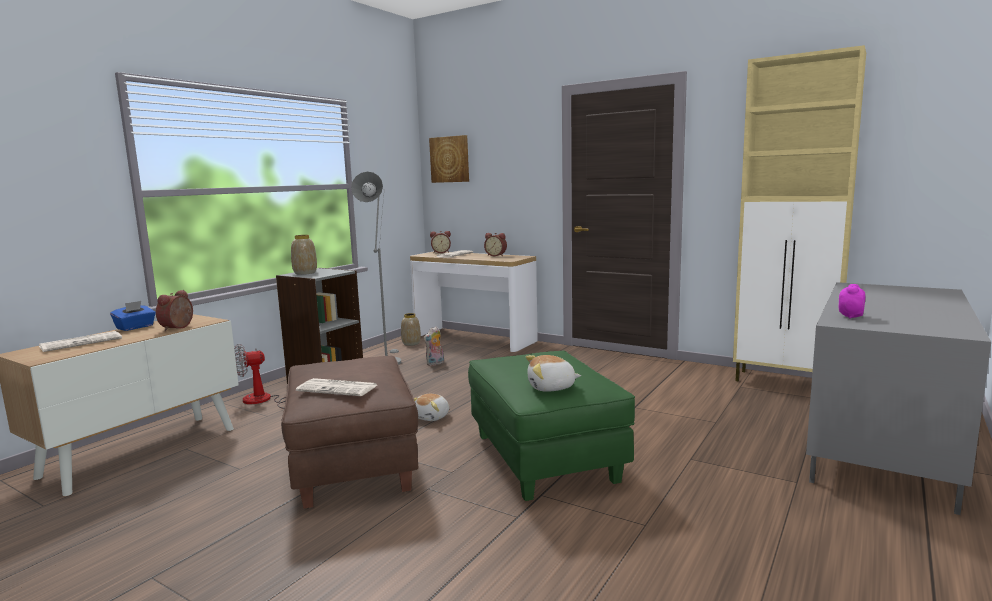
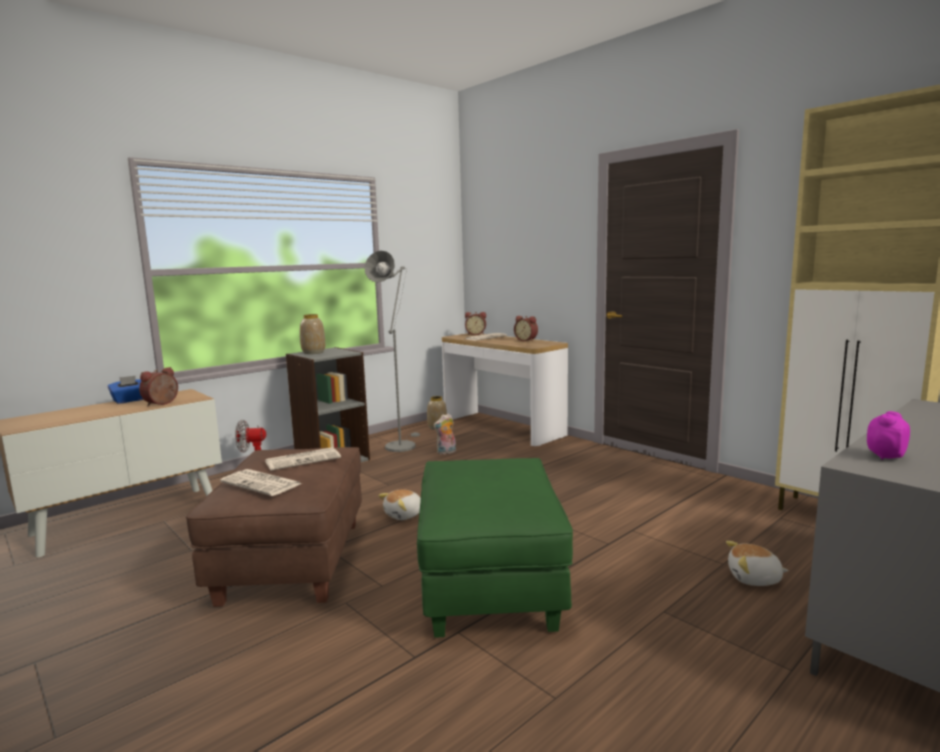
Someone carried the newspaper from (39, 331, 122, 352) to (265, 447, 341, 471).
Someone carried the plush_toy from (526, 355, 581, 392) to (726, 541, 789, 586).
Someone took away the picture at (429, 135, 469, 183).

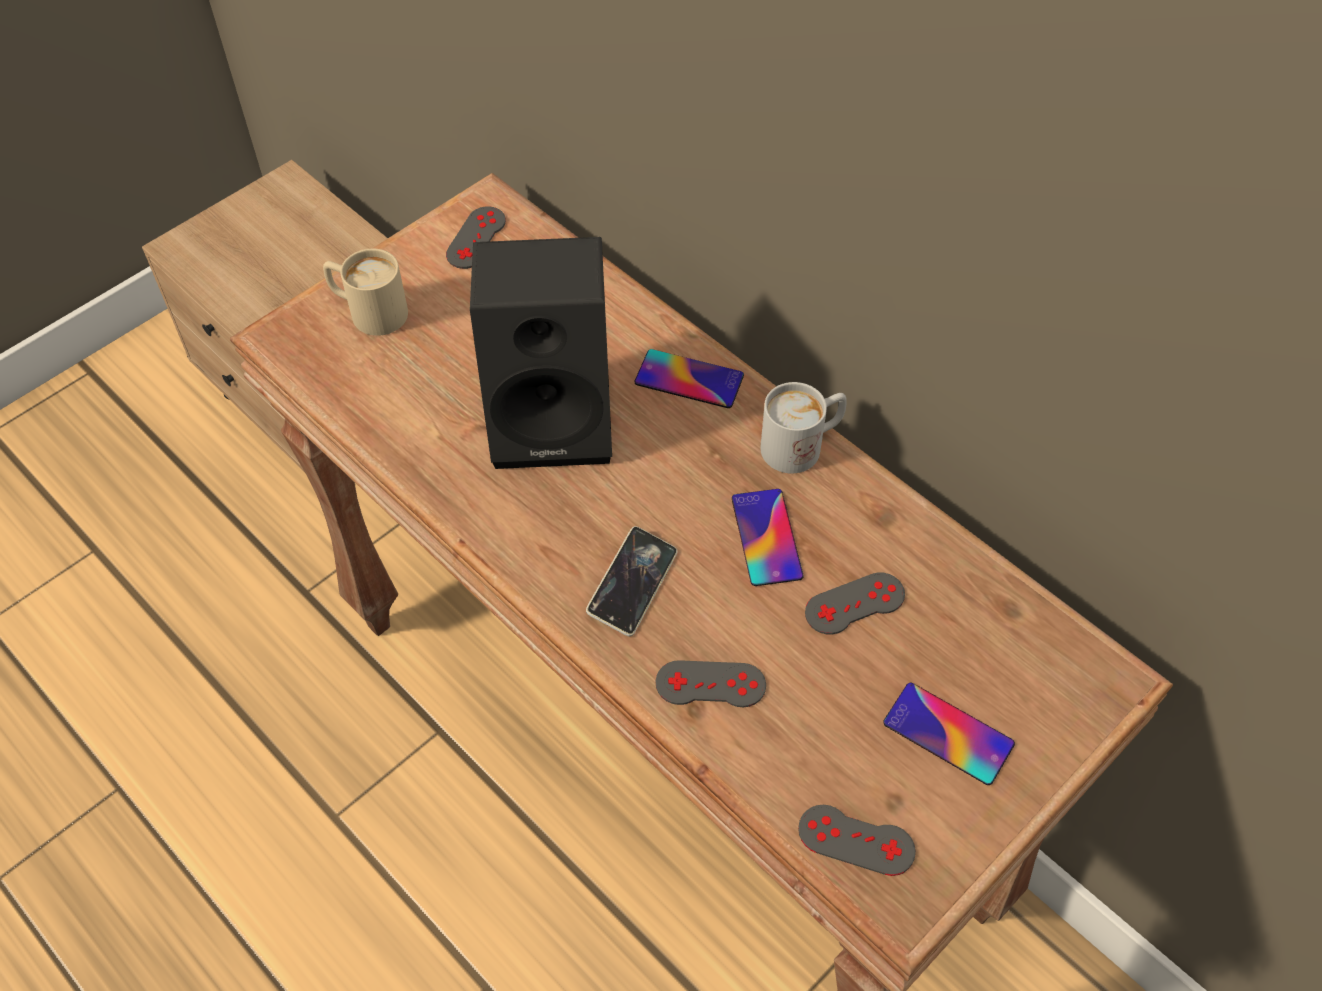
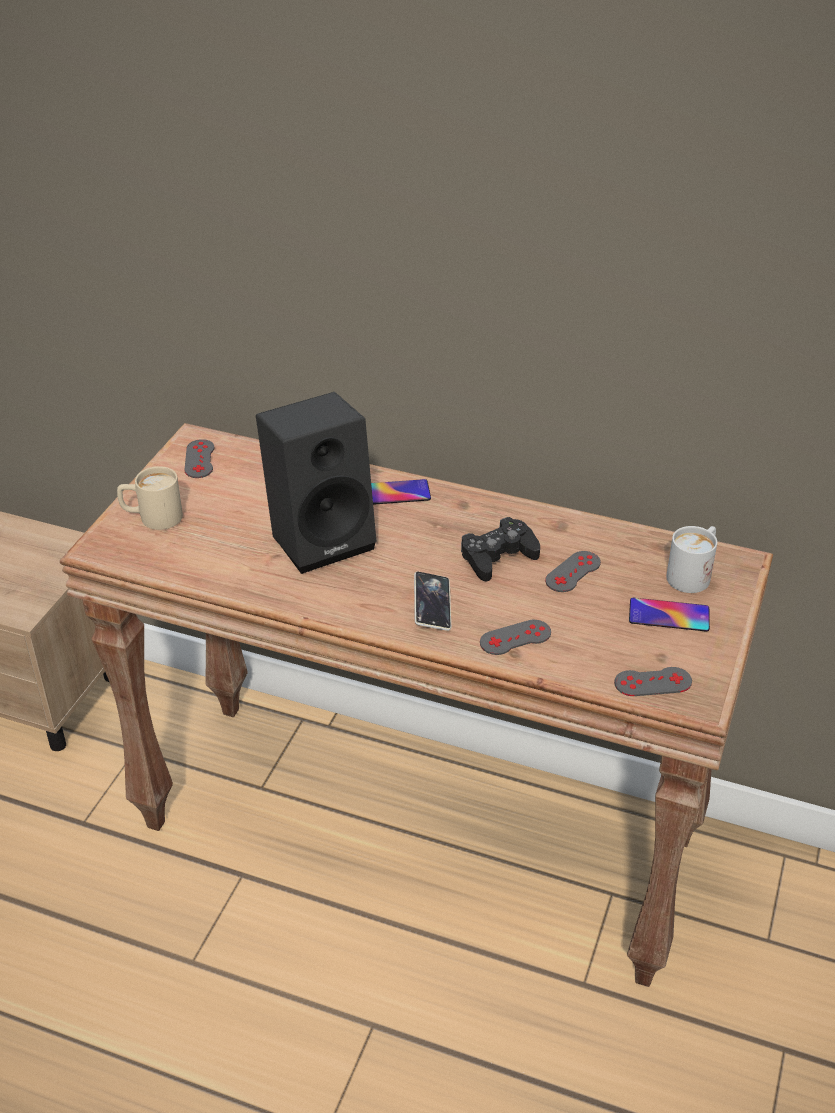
Someone swapped the phone at (732, 489, 804, 586) for the black_game_controller at (461, 517, 540, 582).
Someone carried the white_mug from (760, 382, 847, 473) to (666, 526, 717, 593).

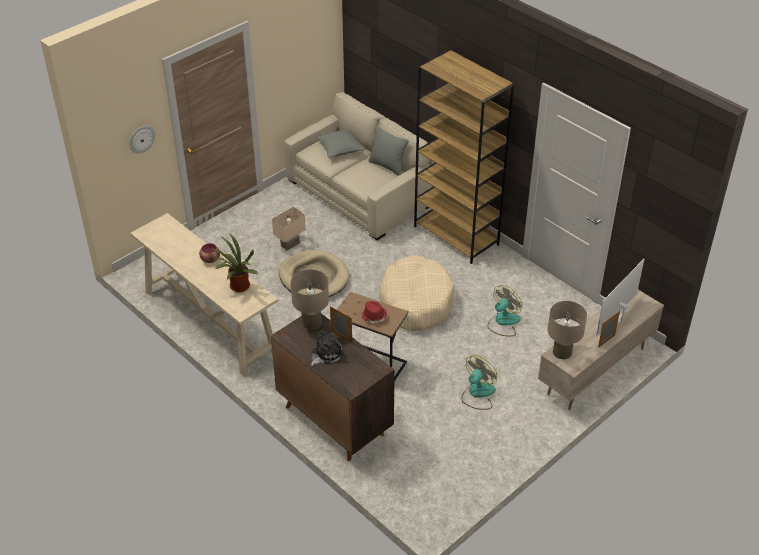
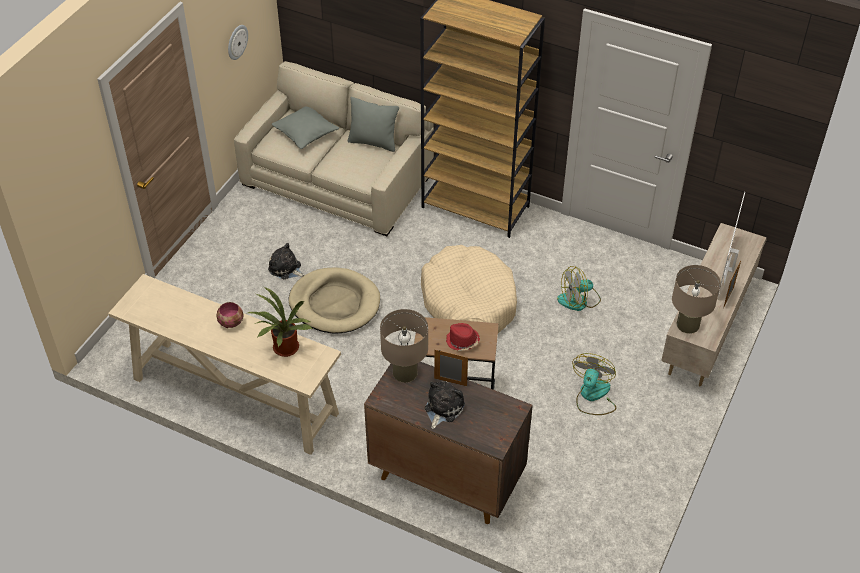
Someone carried the wall_clock from (129, 126, 155, 154) to (228, 25, 248, 60).
Someone swapped the beige_table_lamp at (272, 207, 306, 251) for the plush_toy at (268, 243, 304, 279).
Someone rotated the fan at (487, 285, 522, 336) by 135 degrees counterclockwise.

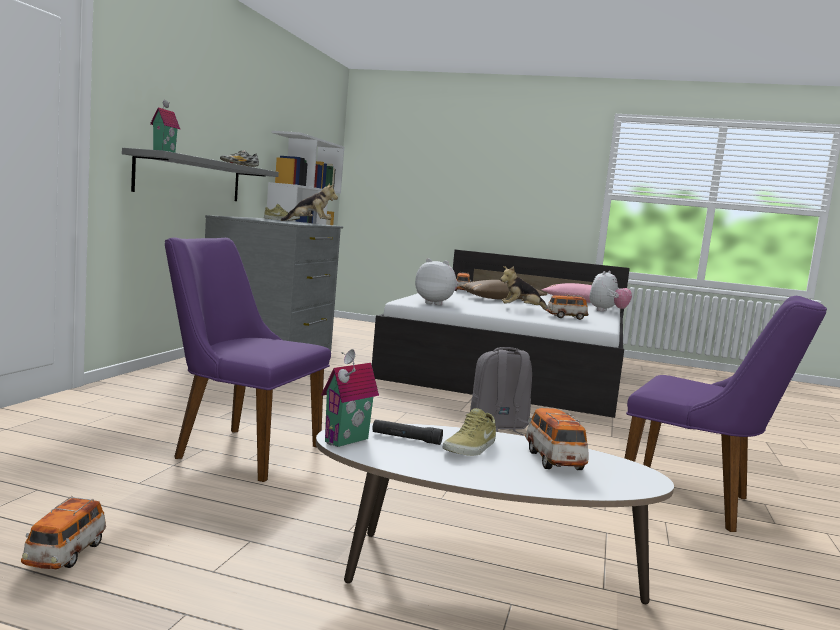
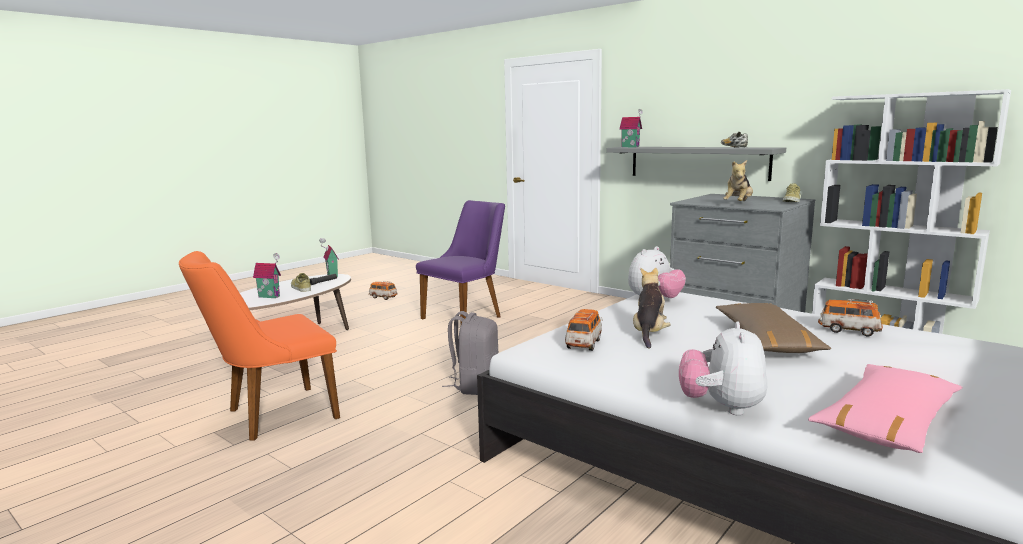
Someone repainted the purple_chair at (625, 296, 827, 532), which became the orange_chair at (179, 251, 340, 441).
Someone swapped the toy_car at (525, 408, 589, 470) for the toy_house at (253, 253, 281, 298).
Someone rotated the plush_toy at (589, 271, 632, 311) by 45 degrees clockwise.

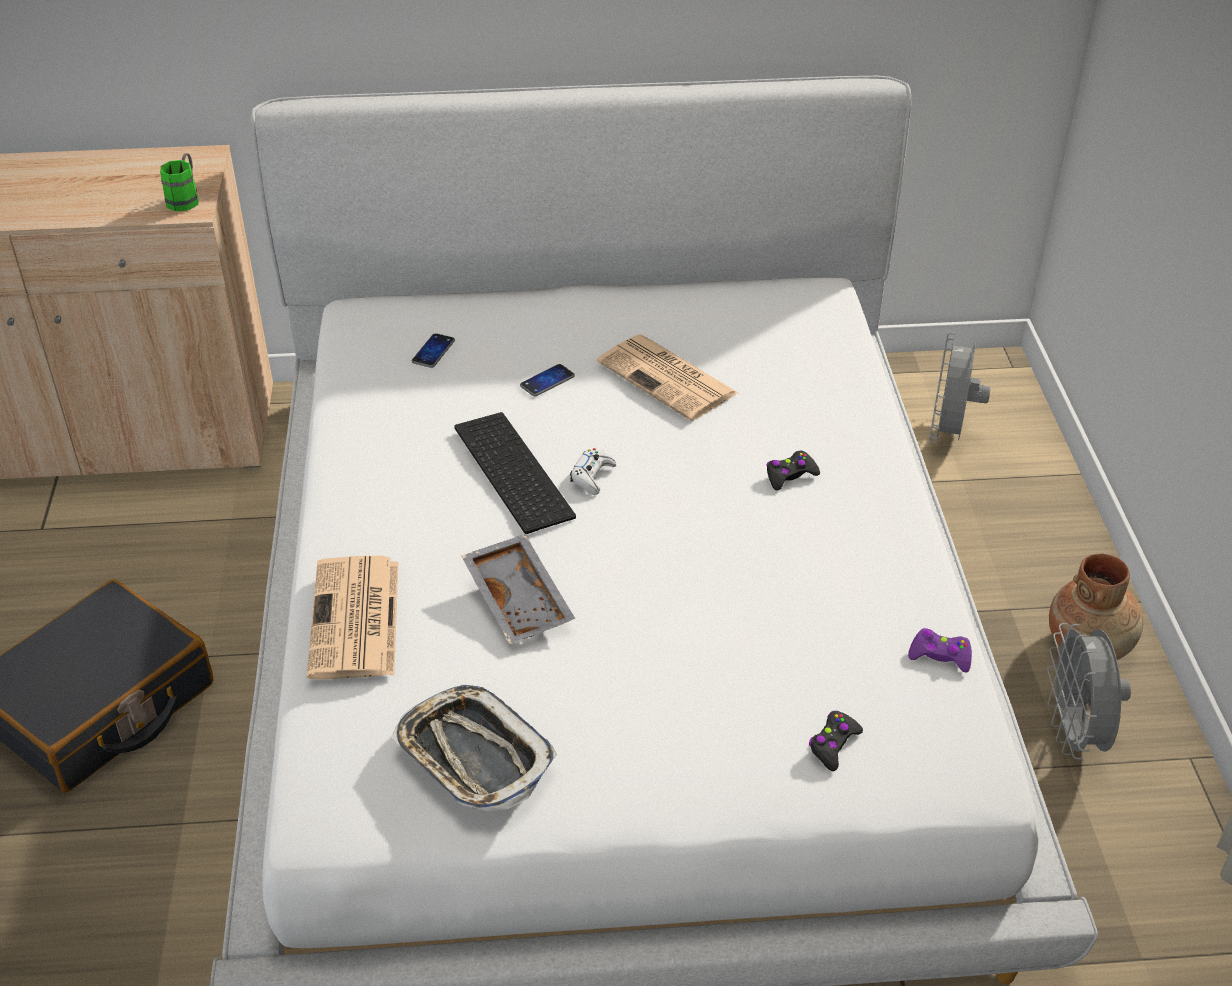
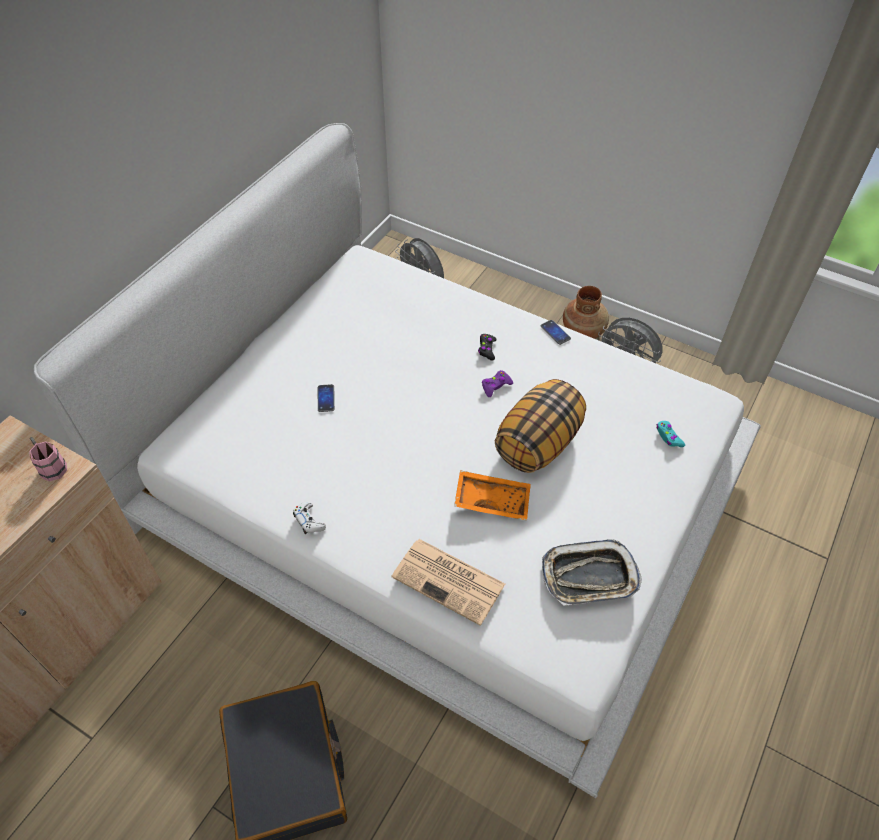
Someone repainted the green_mug at (160, 153, 199, 212), which became the pink_mug at (29, 437, 67, 481).
Someone carried the white_game_controller from (570, 448, 616, 495) to (293, 502, 326, 534).
Someone repainted the grey_tray at (461, 534, 575, 644), which became the orange_tray at (454, 470, 531, 521).
Someone carried the purple_game_controller from (908, 628, 972, 672) to (482, 370, 513, 397).
Someone put down the pillow at (495, 379, 586, 473).
Someone carried the phone from (411, 333, 455, 368) to (541, 320, 571, 345).
Someone repainted the black_game_controller at (809, 711, 863, 771), which became the turquoise_game_controller at (656, 421, 685, 447).
Someone took away the keyboard at (455, 412, 576, 534).
Someone took away the newspaper at (597, 335, 738, 421).

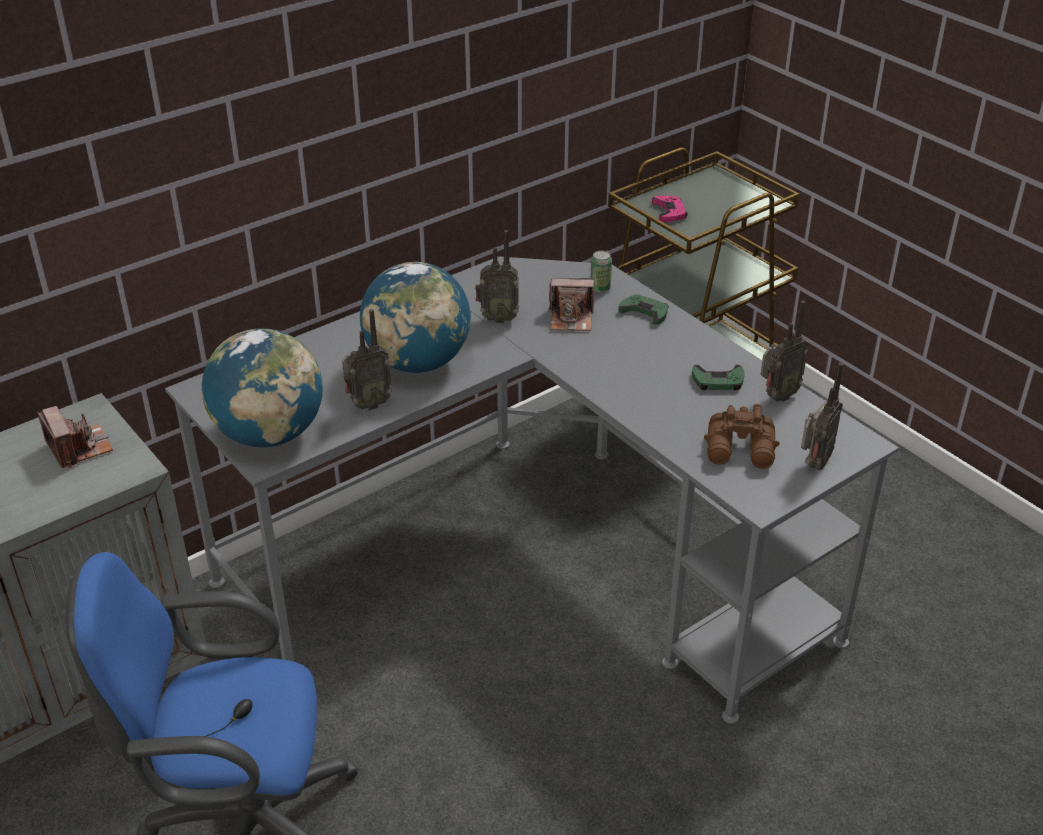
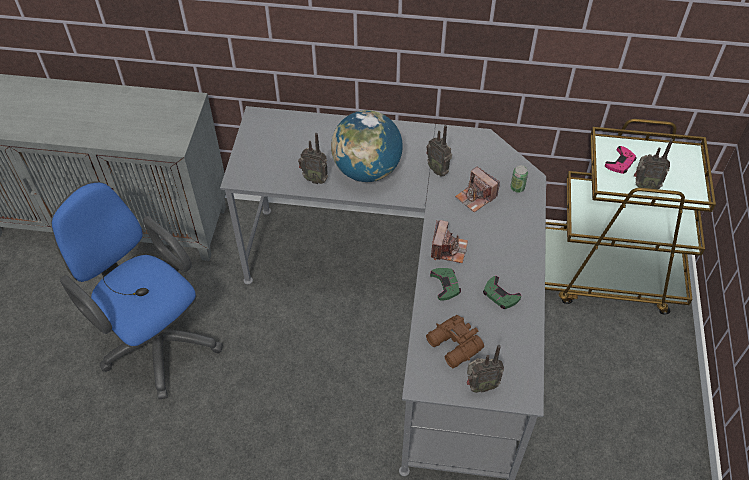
Someone carried the green_game_controller from (618, 294, 669, 325) to (430, 268, 461, 301).
Someone carried the photo_camera from (38, 406, 113, 468) to (431, 220, 468, 263).
Someone carried the radio from (760, 301, 809, 402) to (634, 139, 673, 189).
Someone took away the globe at (201, 328, 323, 447).

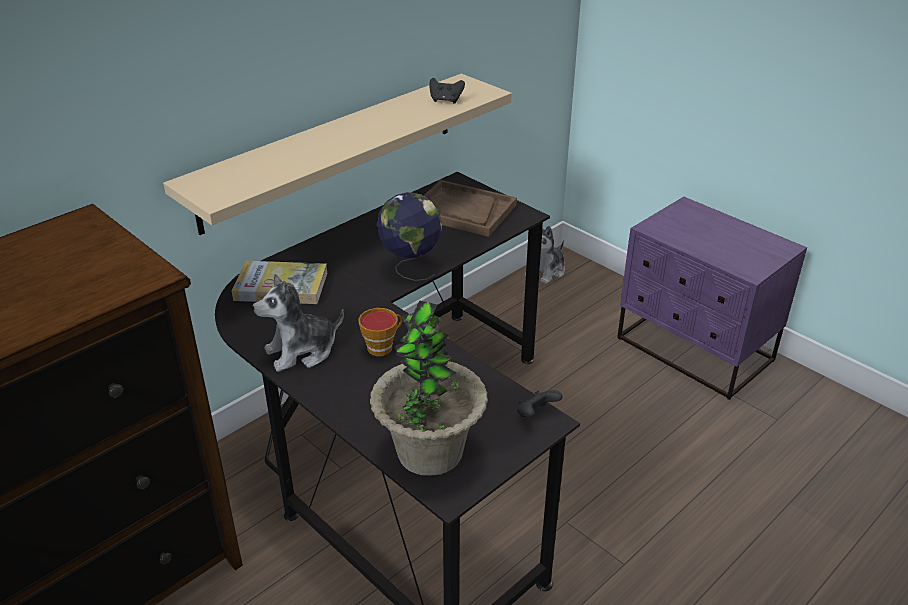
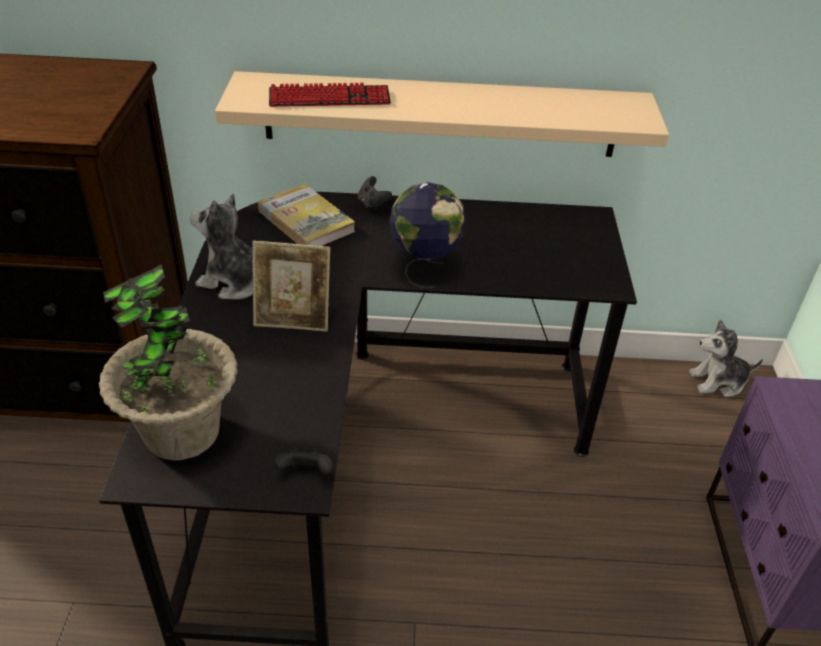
Someone swapped the cup at (358, 308, 402, 356) for the picture_frame at (252, 241, 330, 332).
Someone put down the keyboard at (269, 83, 391, 107).
Someone carried the black_game_controller from (429, 78, 465, 104) to (358, 176, 392, 212).
Someone took away the brown_tray at (424, 180, 517, 237).

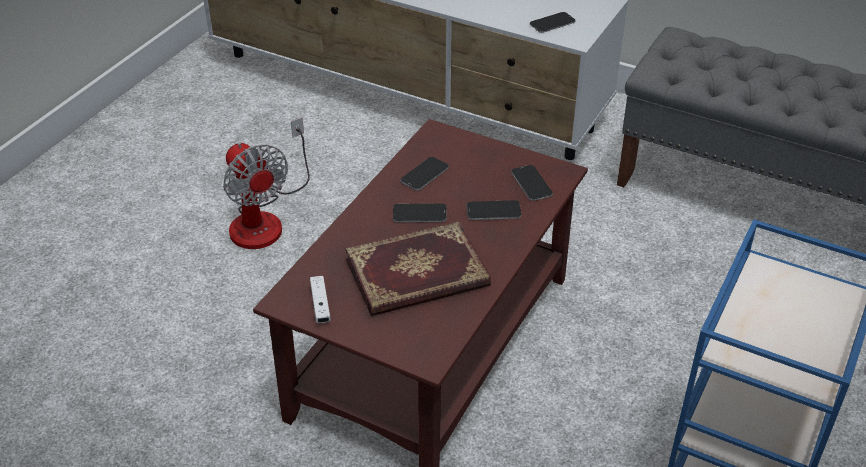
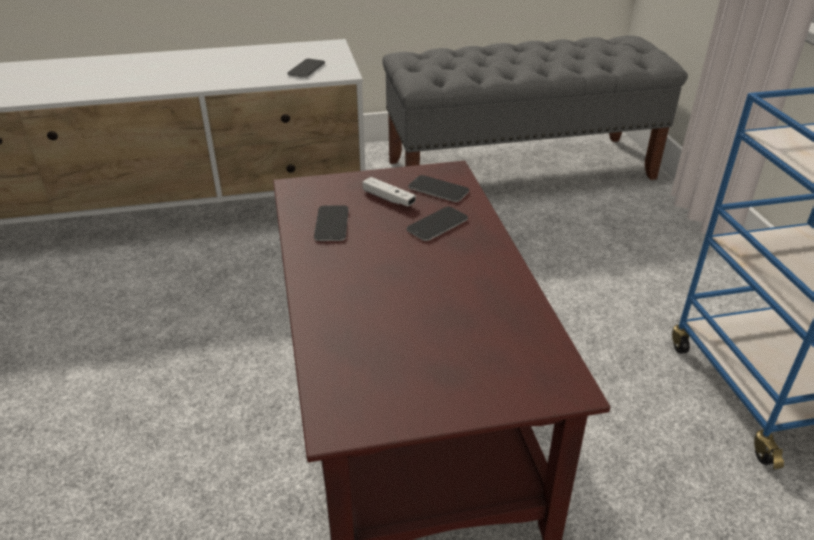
Someone carried the white_game_controller from (310, 276, 331, 323) to (362, 177, 416, 206).
Someone took away the fan at (223, 118, 310, 249).
Someone took away the book at (345, 222, 491, 316).
Someone took away the phone at (393, 203, 447, 222).

